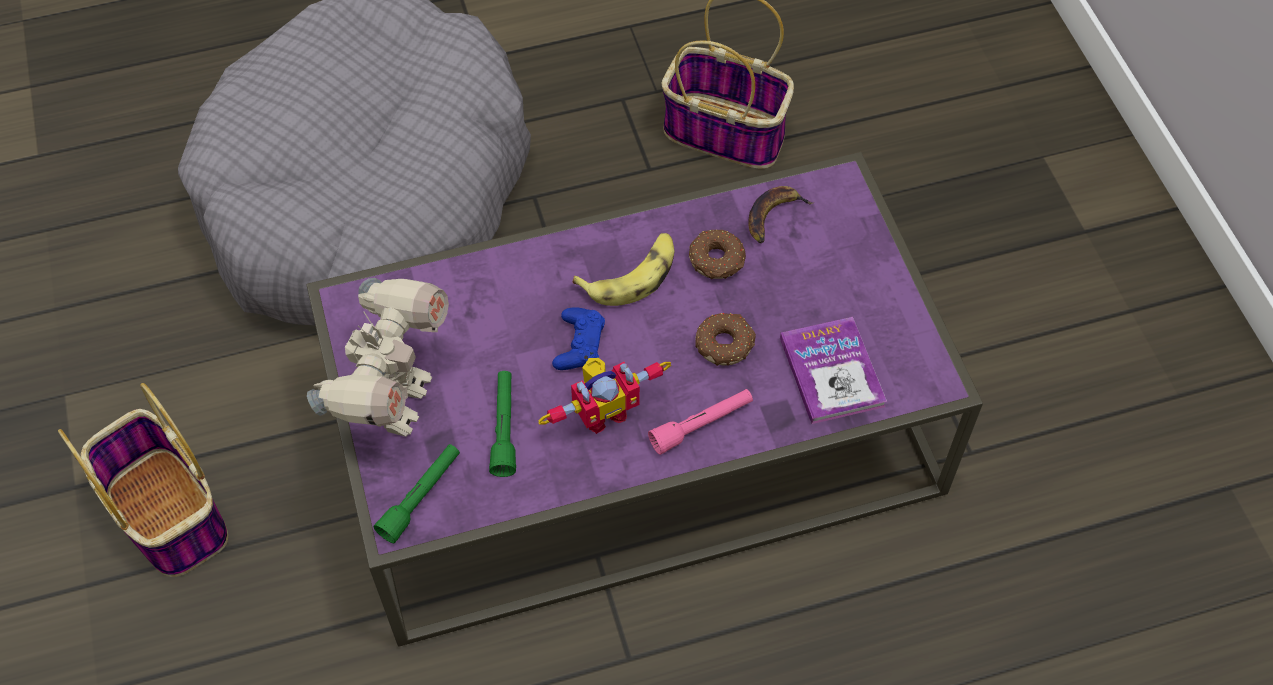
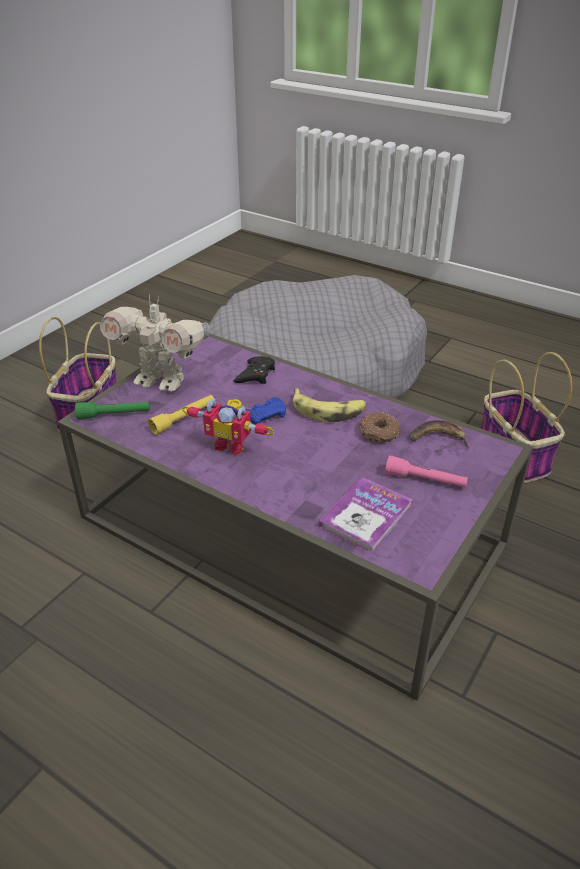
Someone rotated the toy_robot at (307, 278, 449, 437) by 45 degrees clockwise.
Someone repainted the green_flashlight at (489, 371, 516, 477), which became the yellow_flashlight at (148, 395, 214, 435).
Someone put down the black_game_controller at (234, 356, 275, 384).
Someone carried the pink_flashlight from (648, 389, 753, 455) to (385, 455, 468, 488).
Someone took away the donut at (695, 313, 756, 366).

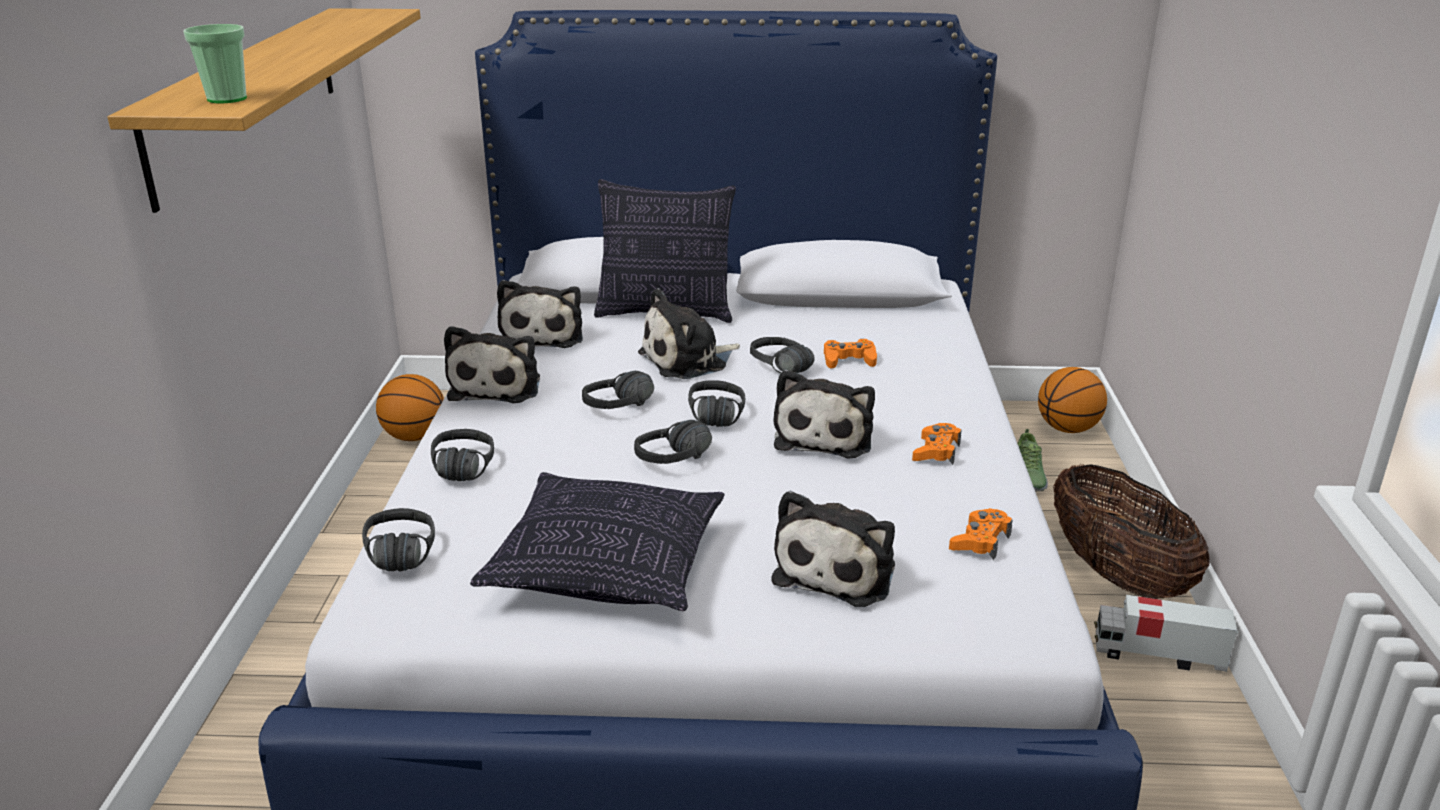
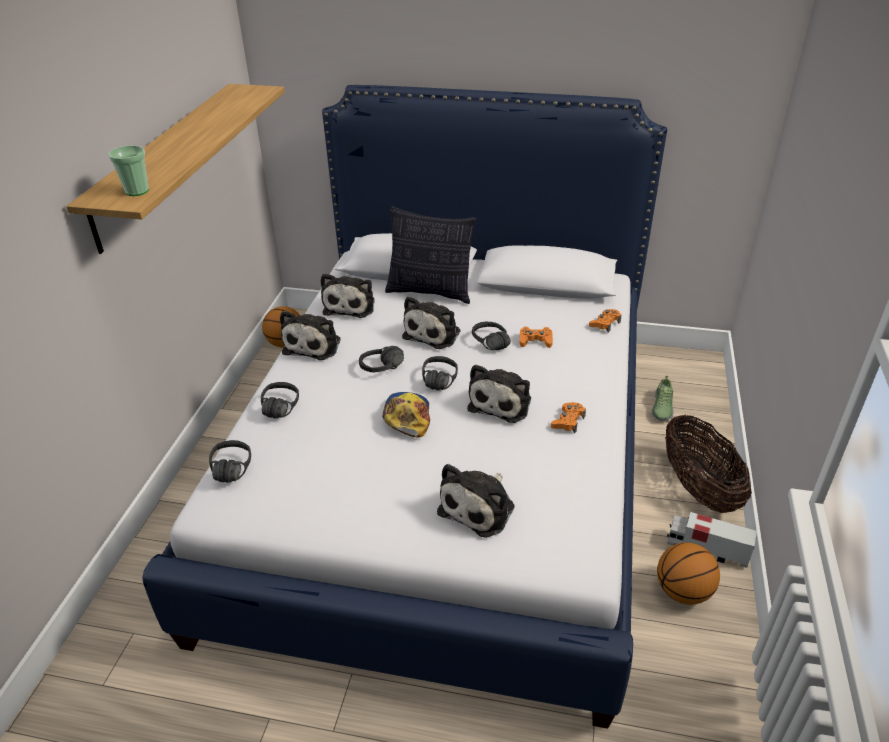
Someone swapped the black_headphones at (634, 420, 712, 464) for the cap at (382, 392, 430, 437).
Someone rotated the plush_toy at (638, 288, 740, 379) by 45 degrees counterclockwise.
Someone carried the orange_game_controller from (949, 508, 1013, 560) to (589, 309, 621, 332).
Someone carried the basketball from (1038, 367, 1107, 433) to (657, 542, 720, 605).
Someone took away the pillow at (470, 472, 725, 611).

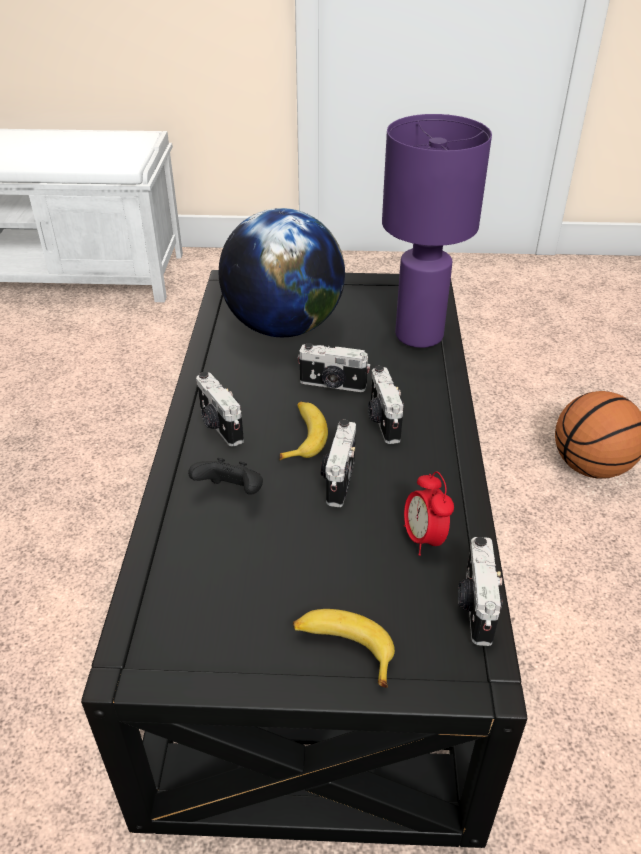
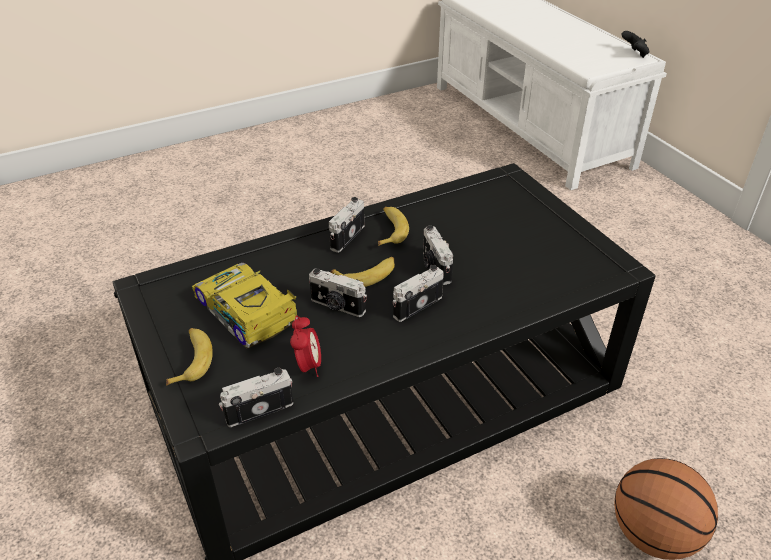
Someone put down the toy_car at (192, 262, 298, 349).
Someone rotated the alarm_clock at (404, 471, 454, 556) by 135 degrees clockwise.
Someone rotated the photo_camera at (321, 420, 356, 507) by 135 degrees counterclockwise.
Someone put down the banana at (378, 207, 409, 246).
Someone carried the black_game_controller from (188, 458, 263, 495) to (621, 31, 649, 58).
Someone took away the globe at (219, 208, 345, 337).
Someone took away the purple_table_lamp at (382, 114, 492, 348).

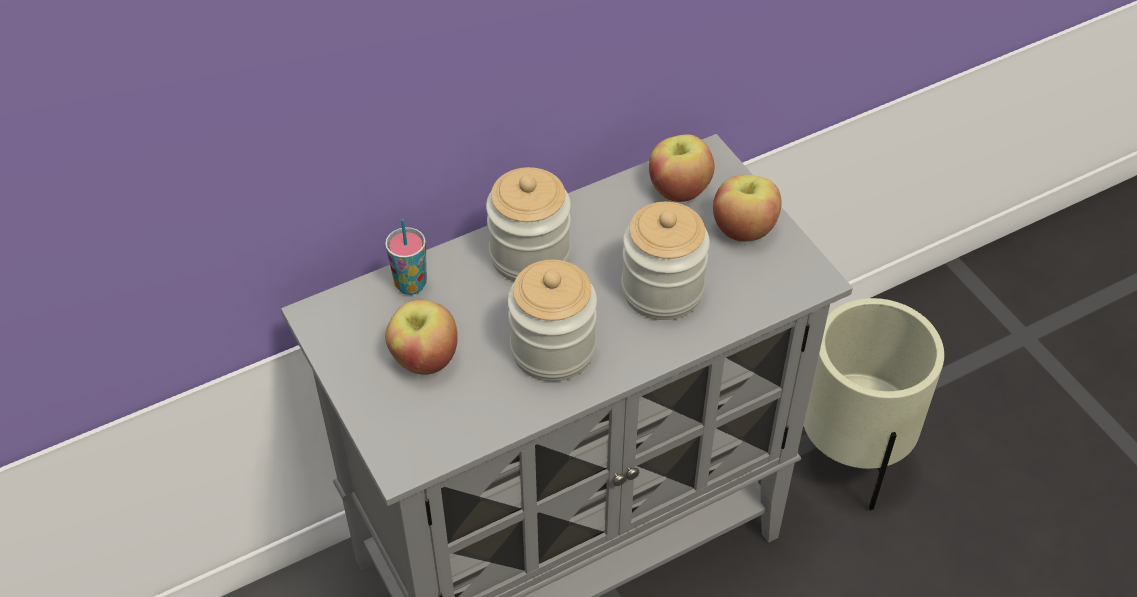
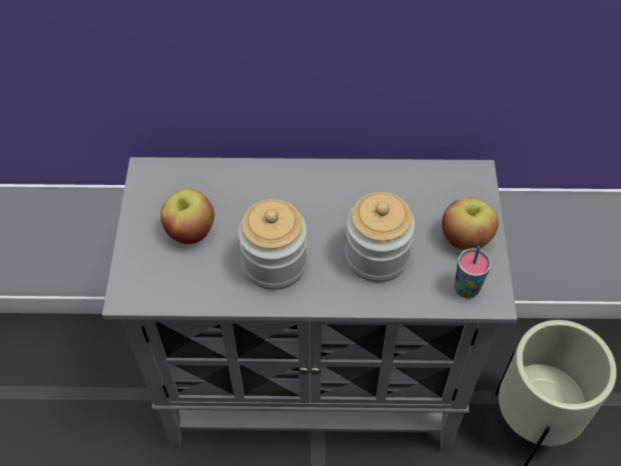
Someone carried the cup from (385, 219, 427, 295) to (454, 246, 491, 298).
Someone took away the jar at (486, 167, 571, 282).
Someone took away the apple at (649, 134, 715, 202).

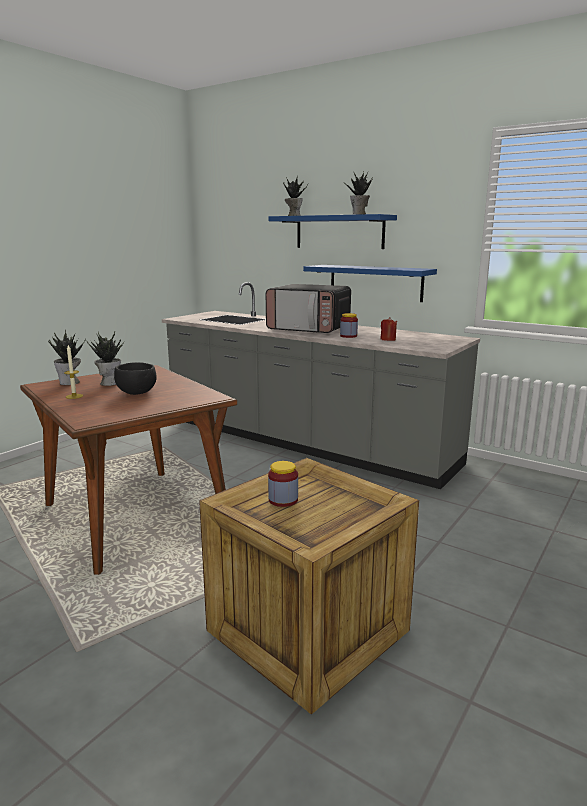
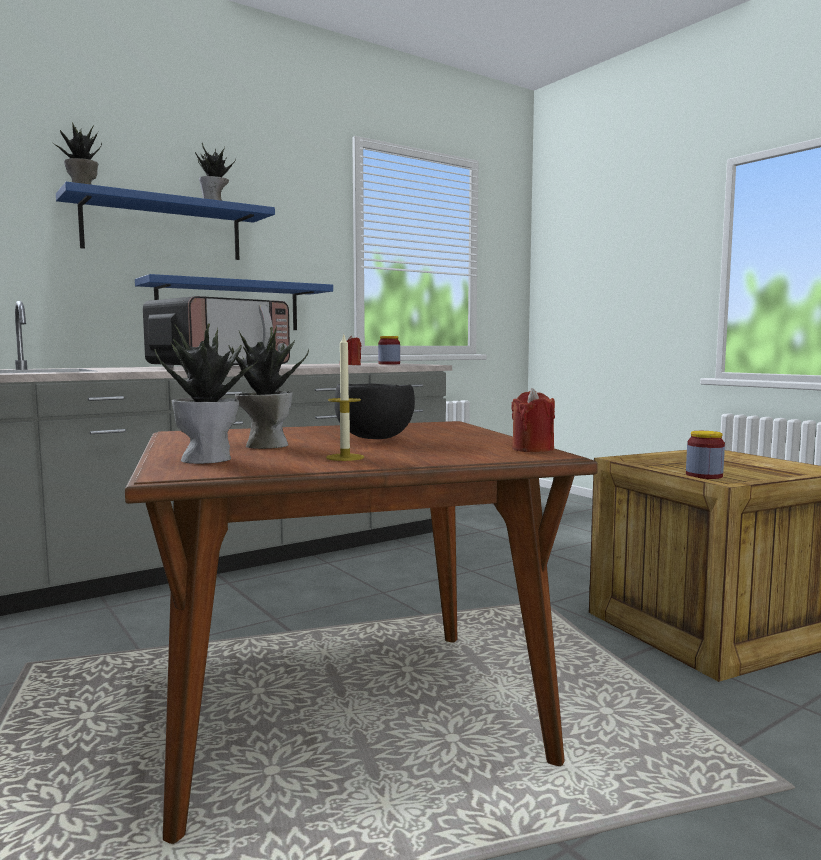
Someone carried the jar from (340, 313, 358, 338) to (378, 336, 400, 364).
Someone put down the red_candle at (511, 388, 555, 452).

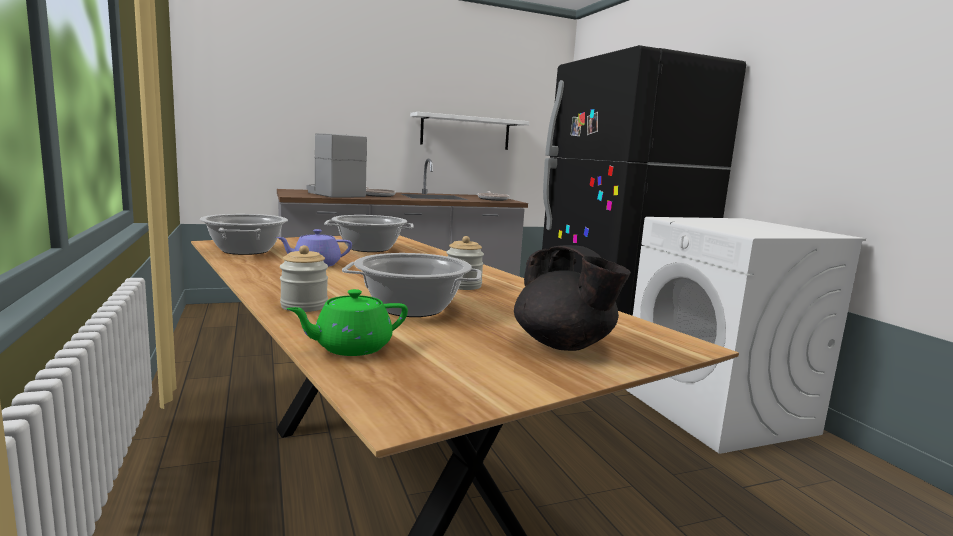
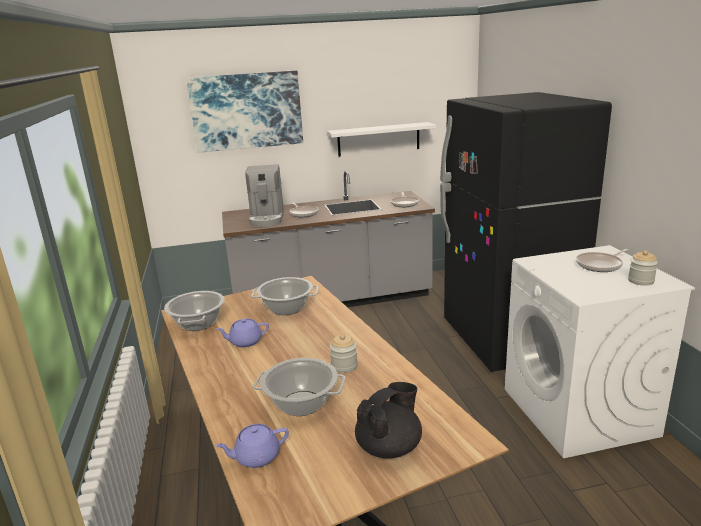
Someone put up the picture at (186, 70, 303, 153).
Someone repainted the green_teapot at (287, 289, 408, 356), which became the purple_teapot at (215, 424, 289, 468).
Someone rotated the coffee_machine at (306, 133, 367, 198) by 150 degrees counterclockwise.
Someone rotated the black_teapot at (514, 245, 631, 351) by 105 degrees counterclockwise.
Someone put down the frying_pan at (576, 249, 629, 272).
Someone carried the jar from (280, 245, 328, 312) to (628, 251, 658, 286).

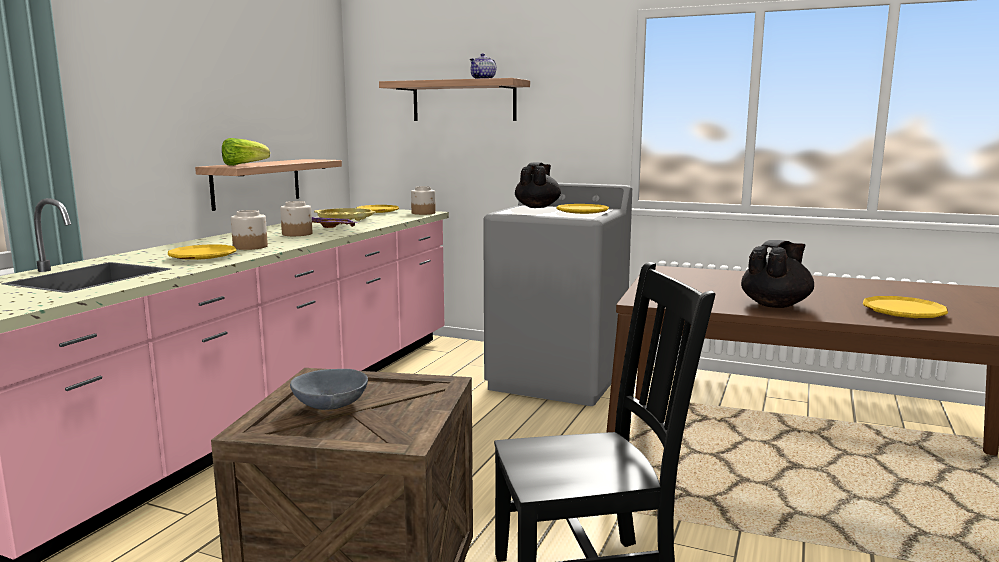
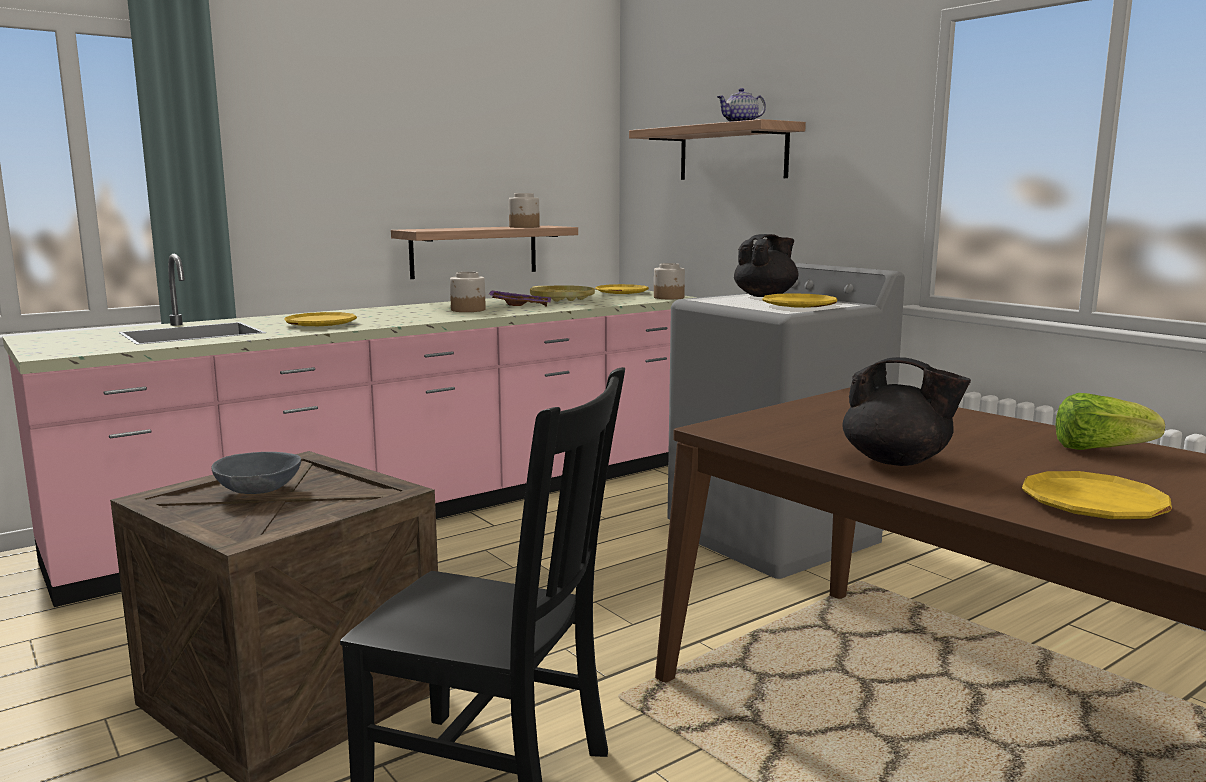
Someone carried the jar from (231, 210, 268, 250) to (509, 193, 540, 228).
Someone rotated the black_teapot at (741, 240, 814, 308) by 45 degrees clockwise.
Someone carried the lettuce from (222, 138, 270, 166) to (1056, 393, 1165, 450).

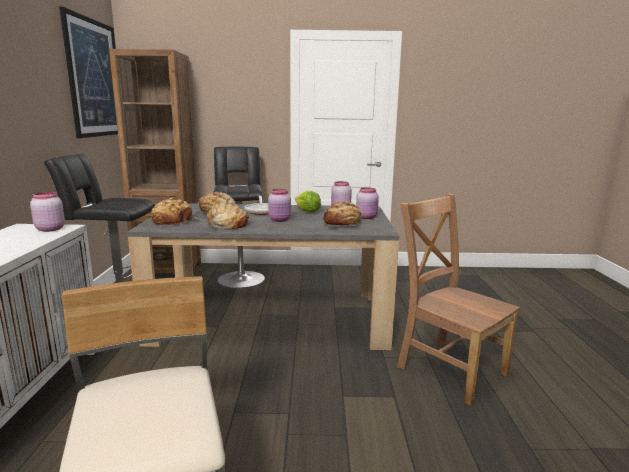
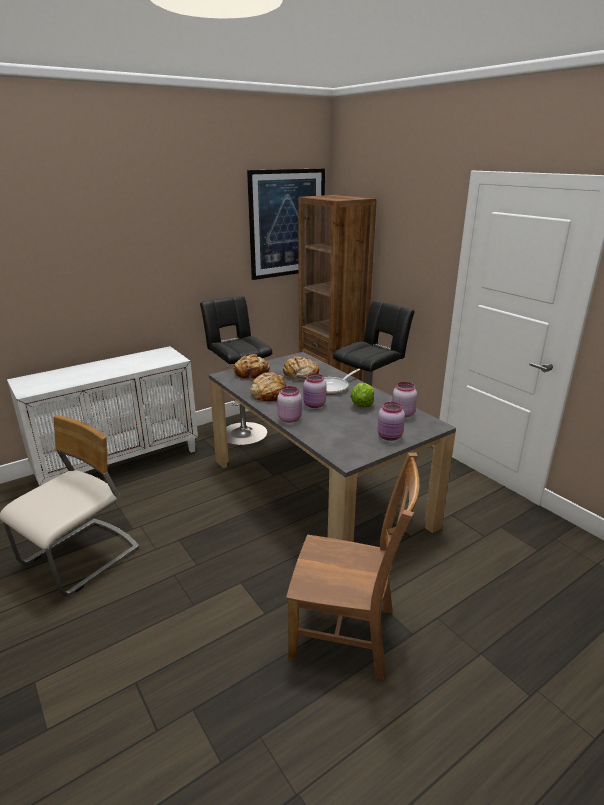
Someone carried the pink_jar from (30, 192, 65, 232) to (277, 386, 302, 423).
Someone rotated the brown_chair at (397, 194, 520, 405) by 90 degrees clockwise.
Someone took away the bread at (323, 201, 362, 227).

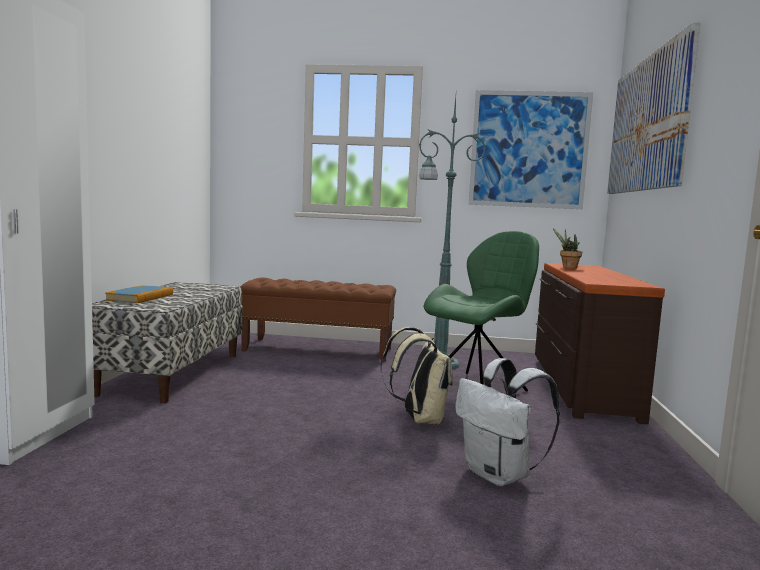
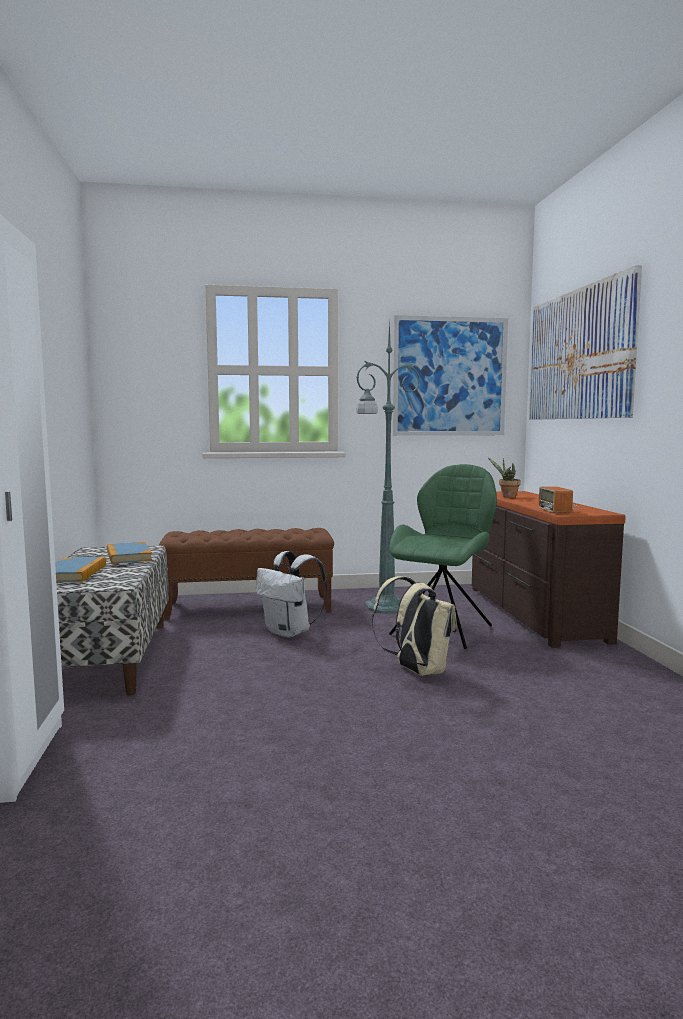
Someone put down the book at (107, 542, 152, 564).
Someone carried the white_backpack from (455, 358, 560, 486) to (256, 551, 327, 638).
Someone put down the radio at (539, 487, 580, 513).

